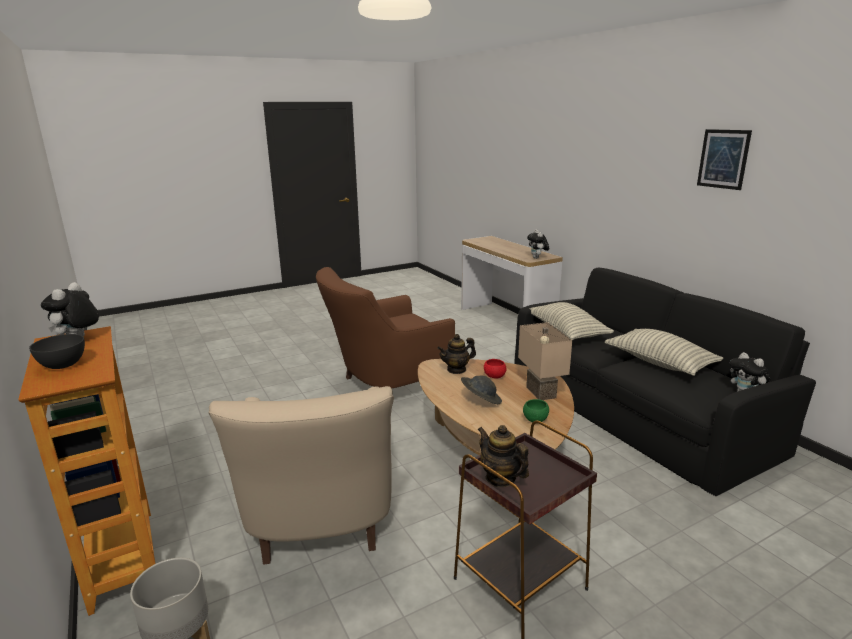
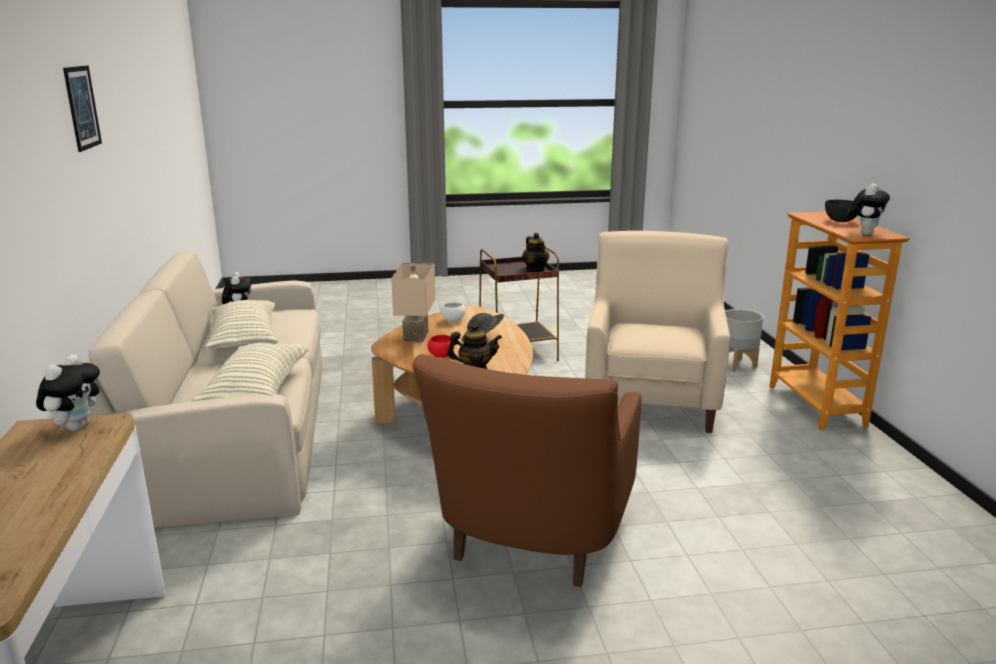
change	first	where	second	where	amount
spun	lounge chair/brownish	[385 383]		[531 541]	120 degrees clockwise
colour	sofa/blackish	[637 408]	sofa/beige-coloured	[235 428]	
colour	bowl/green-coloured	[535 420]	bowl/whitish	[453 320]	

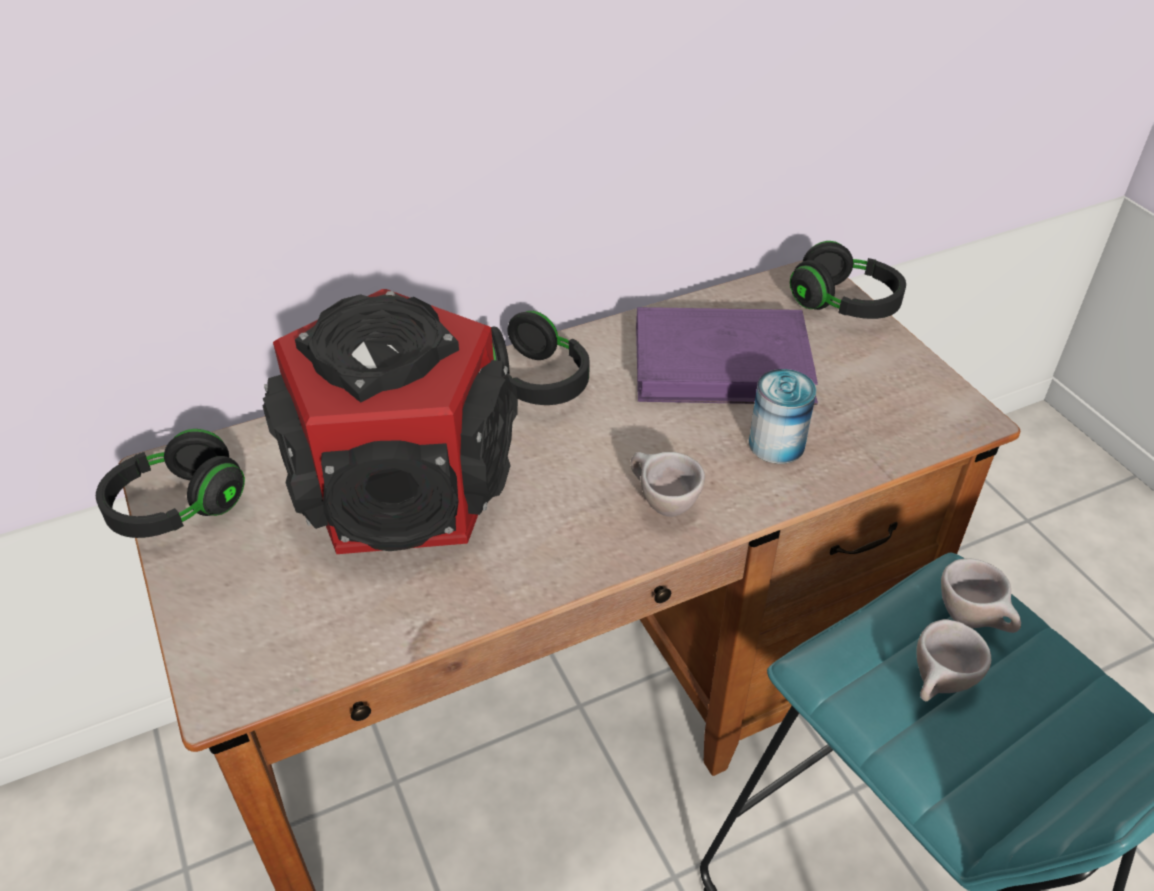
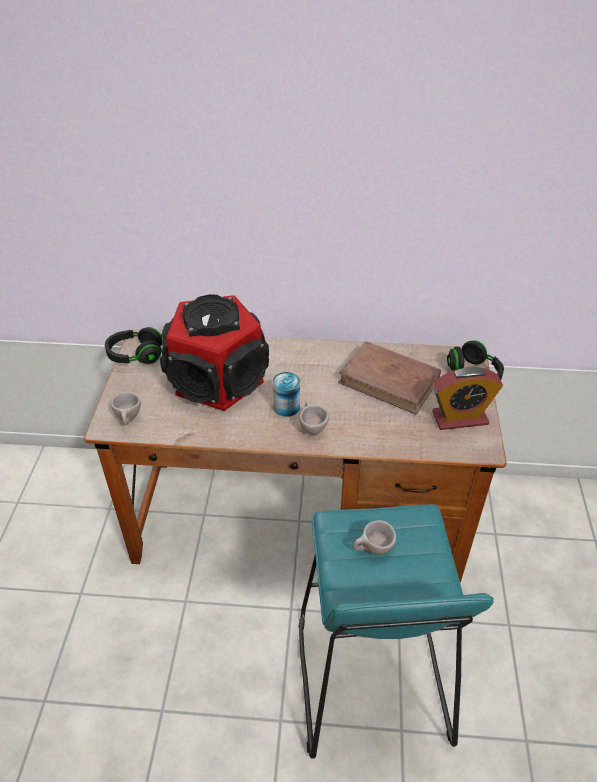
change	first	where	second	where	amount
missing	headset/blackish	[535 382]			
colour	book/purple-coloured	[722 364]	book/brownish	[389 381]	
relocated	metal can	[776 444]		[286 407]	
relocated	small cup/beige-coloured	[973 621]		[129 420]	
appeared			alarm clock	[460 418]	

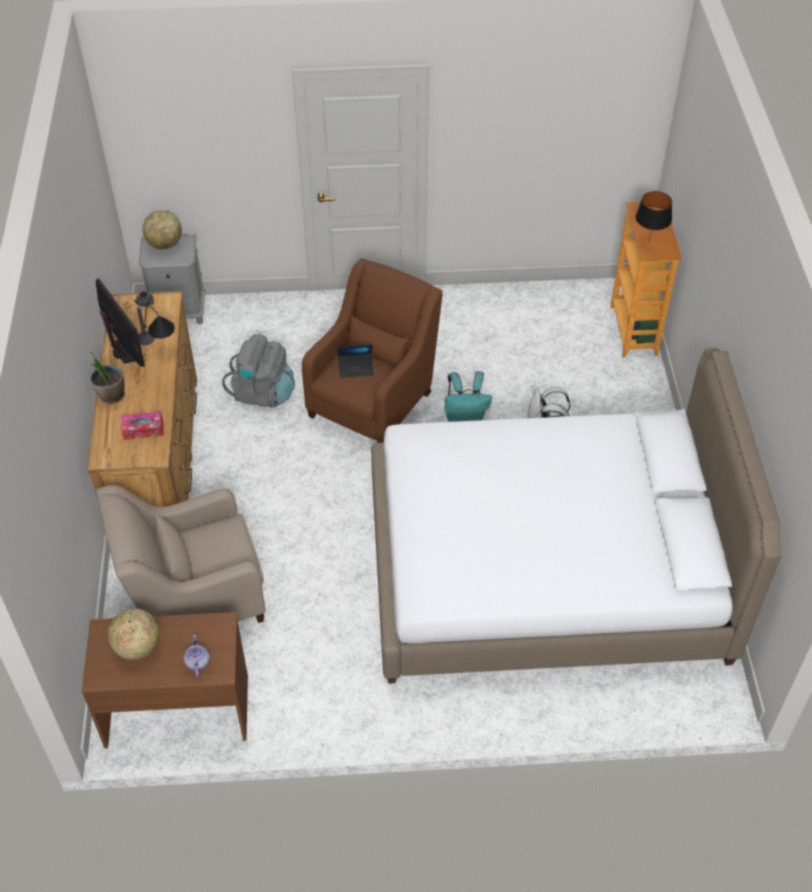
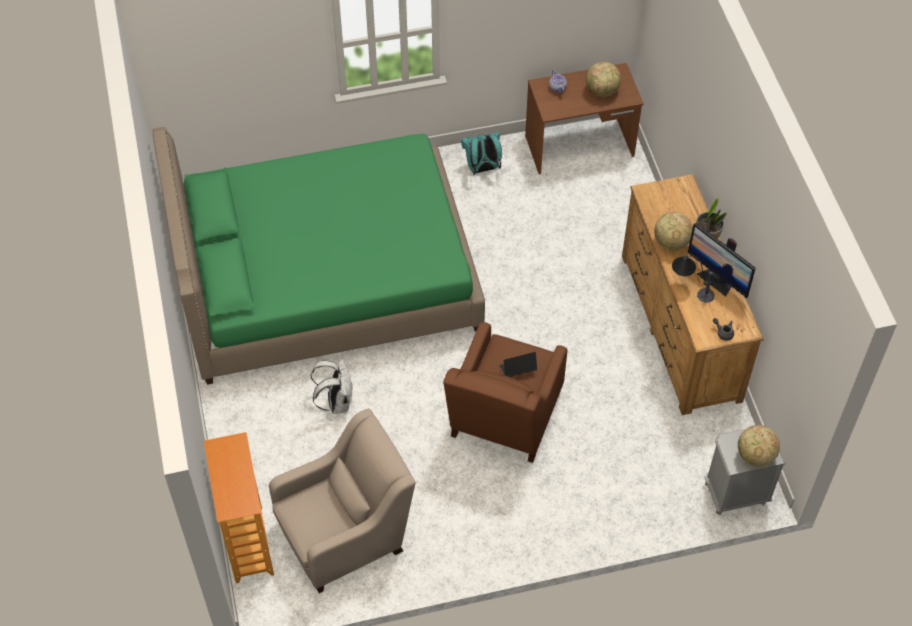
change	first	where	second	where	amount
relocated	lounge chair/beige-coloured	[195 597]		[345 534]	
missing	tissue holder	[143 430]			
missing	rucksack/grey	[263 393]			
colour	sleeping bed/whitish	[545 571]	sleeping bed/green-coloured	[326 279]	
relocated	rucksack/turquoise	[465 420]		[482 169]	
missing	table lamp/blackish	[648 243]			
appeared			world globe	[671 243]	

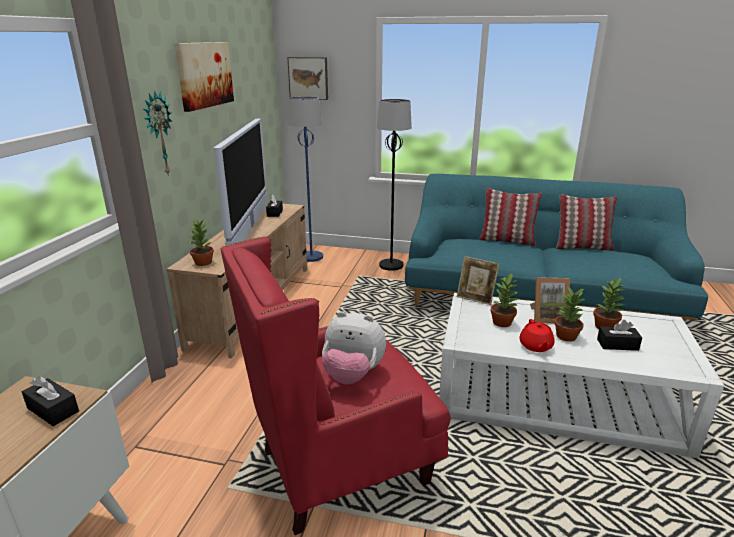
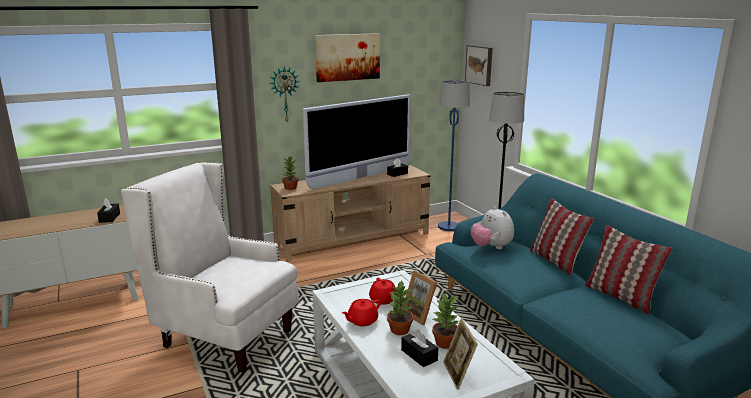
change	first	where	second	where	amount
colour	lounge chair/red-coloured	[341 469]	lounge chair/whitish	[226 338]	
relocated	cuddly toy	[352 375]		[491 247]	
relocated	photo frame	[475 298]		[458 375]	
exchanged	houseplant	[502 322]	tea pot/red-coloured	[383 300]	

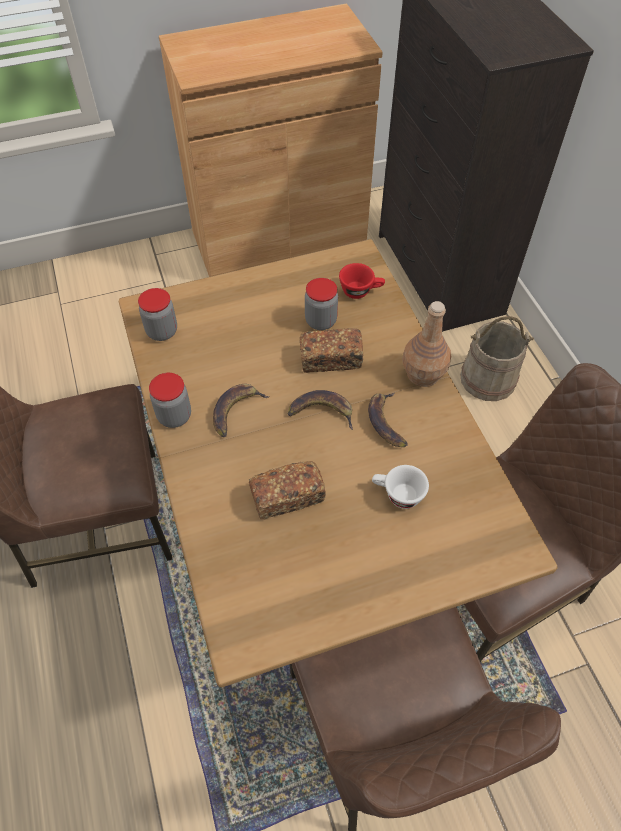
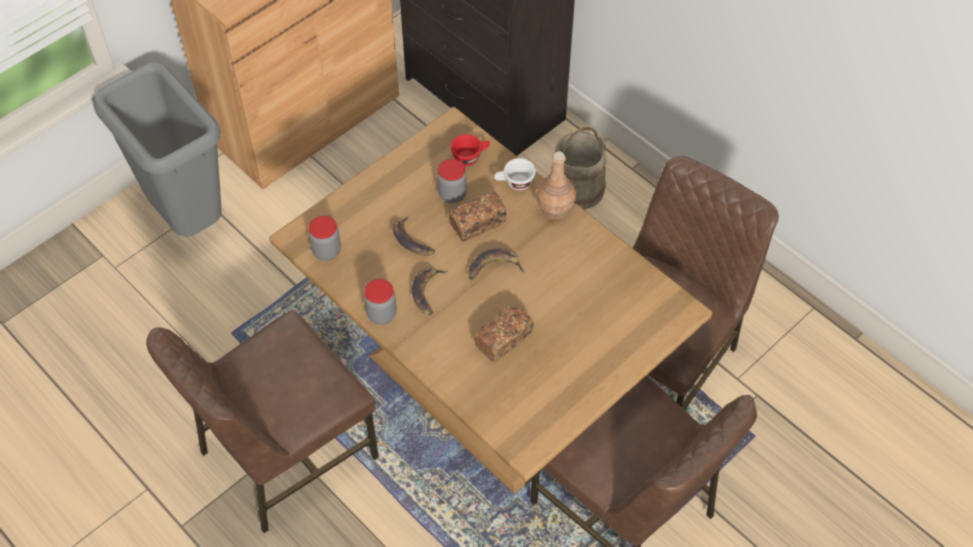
change	first	where	second	where	amount
relocated	whole banana	[386 422]		[411 240]	
relocated	small cup/whitish	[397 495]		[514 183]	
appeared			waste bin/grey	[186 219]	

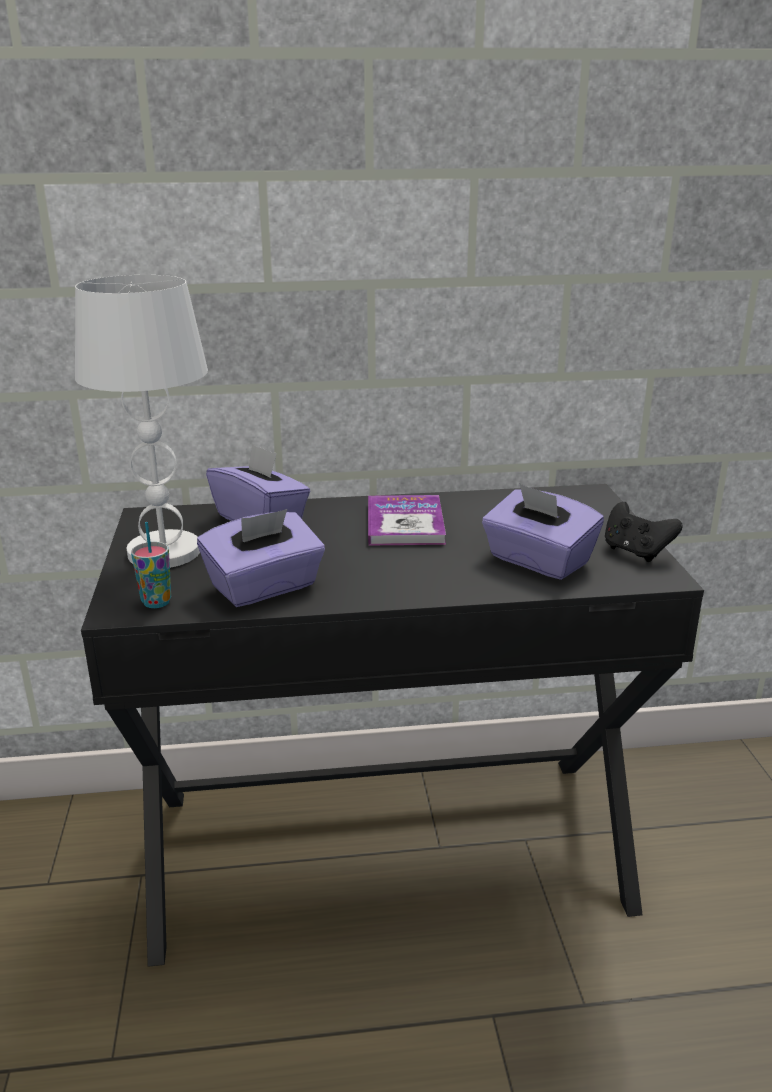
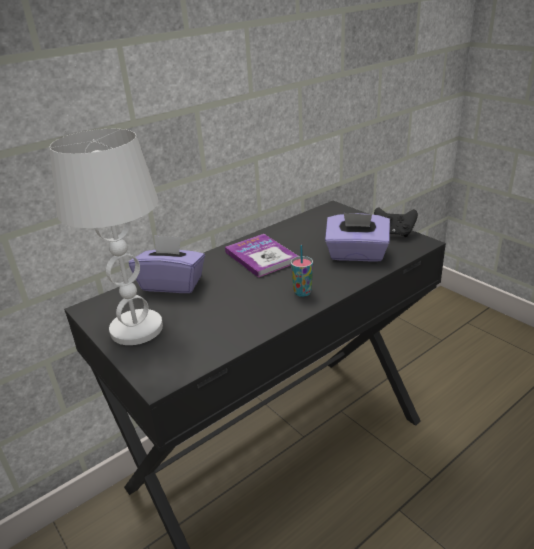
change	first	where	second	where	amount
relocated	small cup	[156 602]		[302 292]	
missing	tissue holder/purple-coloured	[265 587]			

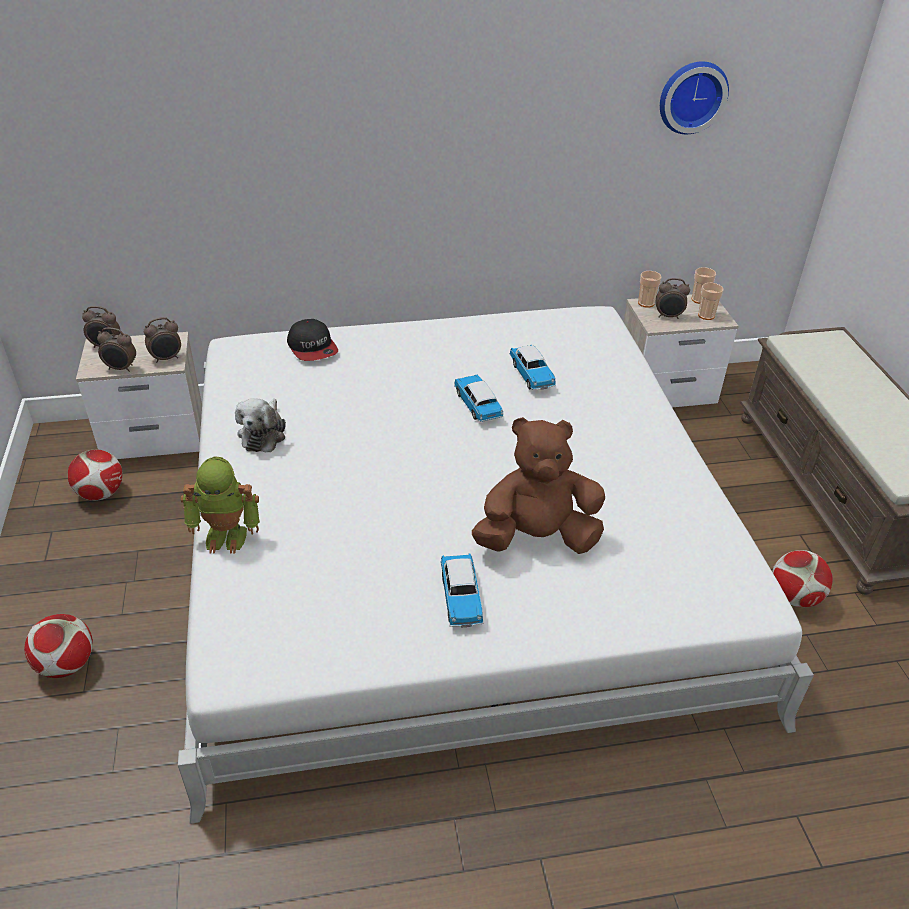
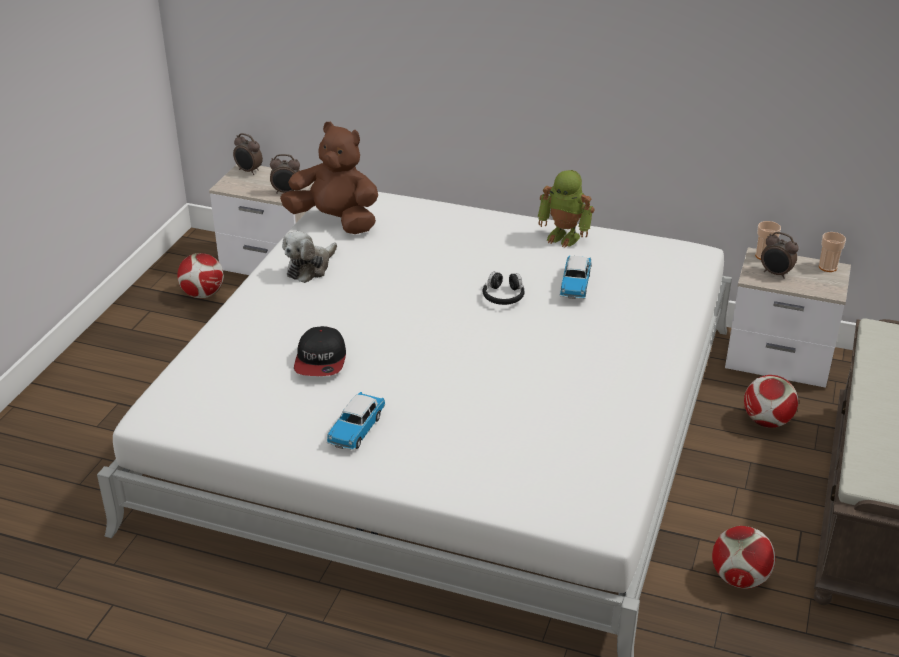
change	first	where	second	where	amount
relocated	football	[66 665]		[766 421]	
missing	alarm clock	[121 368]			
relocated	robot figure	[227 535]		[564 236]	
relocated	peaked cap	[313 348]		[321 360]	
exchanged	miniature car	[477 405]	headset/blackish	[503 296]	
relocated	cuddly toy/brownish	[537 538]		[335 221]	
missing	wall clock	[691 96]			
missing	small cup	[706 315]			

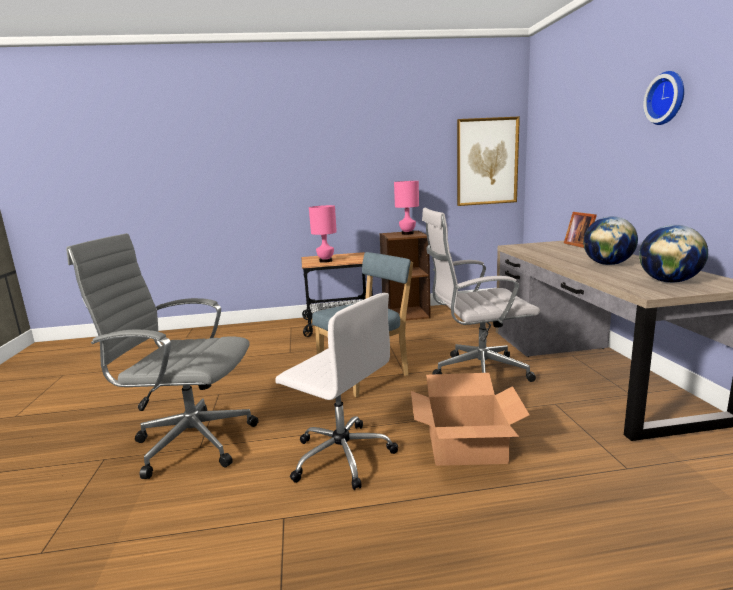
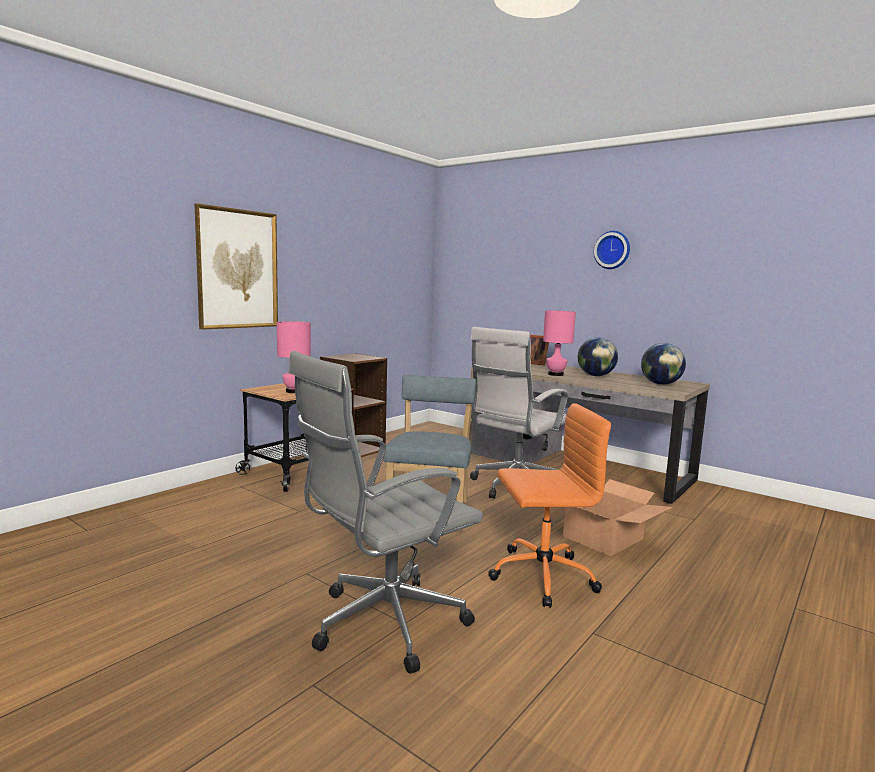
change	first	where	second	where	amount
colour	desk chair/whitish	[341 455]	desk chair/orange	[540 576]	
relocated	table lamp/pink	[408 233]		[555 374]	
relocated	wall art	[487 162]		[237 269]	

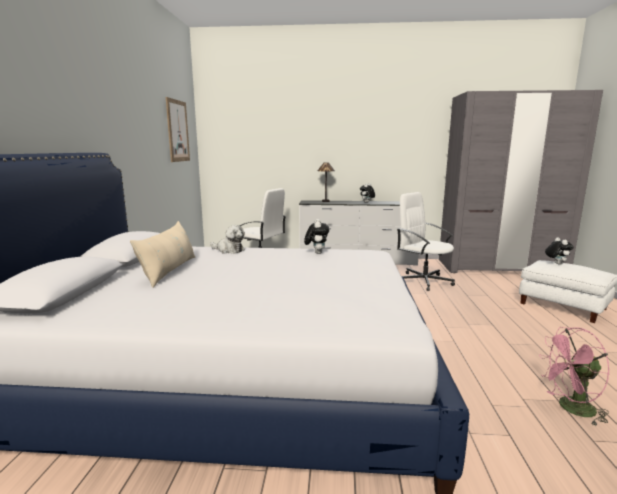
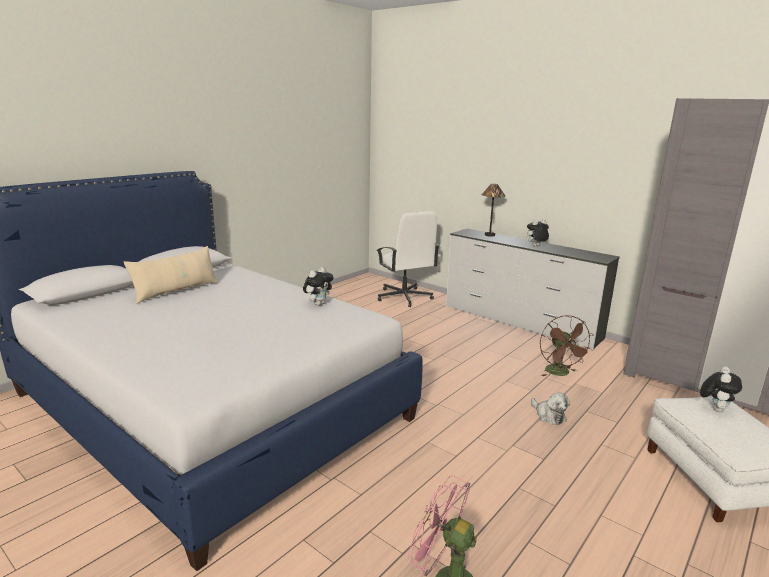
change	first	where	second	where	amount
missing	wall art	[177 131]			
relocated	cuddly toy	[229 250]		[548 415]	
exchanged	desk chair/whitish	[424 281]	cooling fan/brownish	[560 373]	

